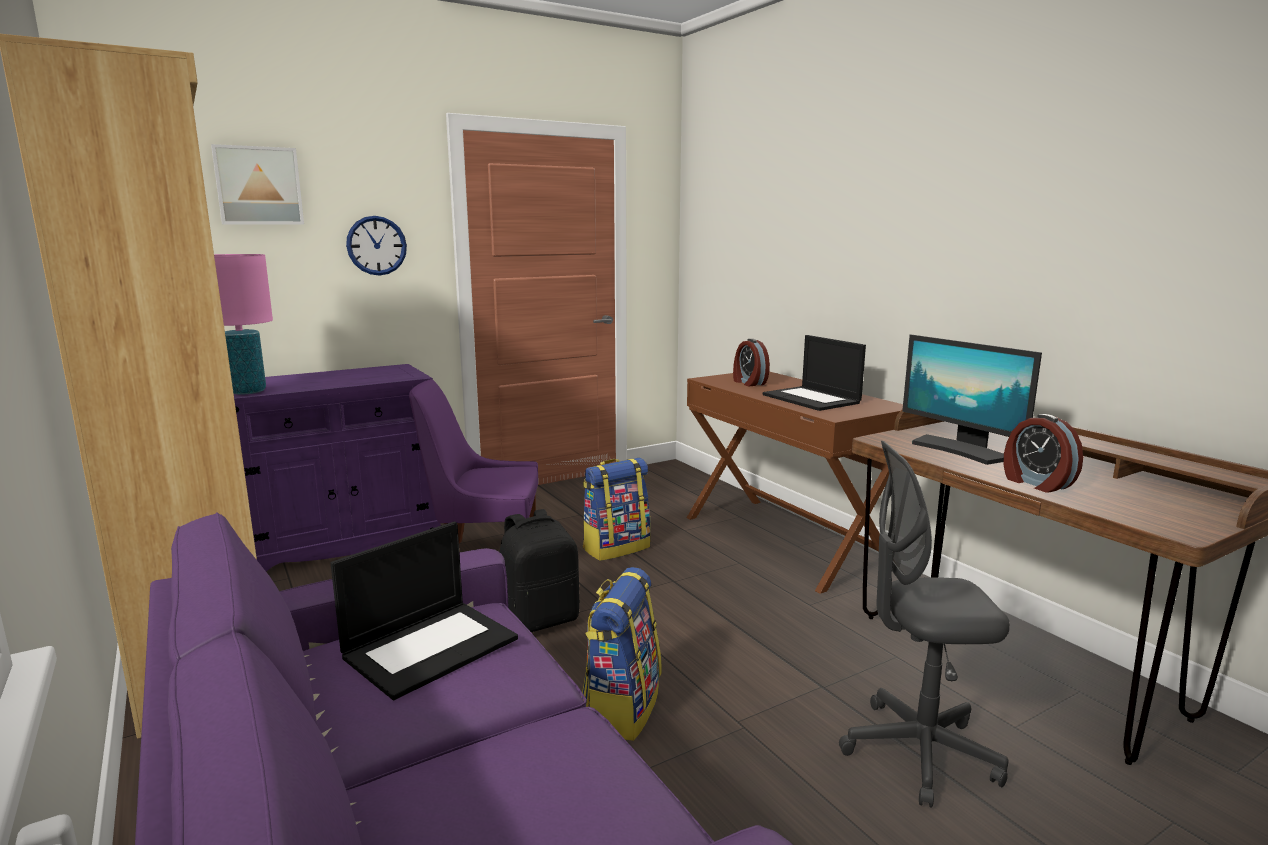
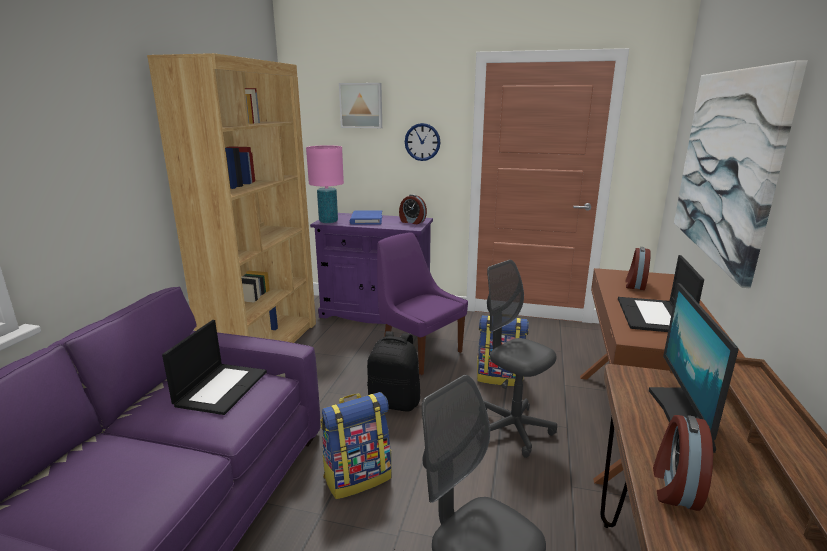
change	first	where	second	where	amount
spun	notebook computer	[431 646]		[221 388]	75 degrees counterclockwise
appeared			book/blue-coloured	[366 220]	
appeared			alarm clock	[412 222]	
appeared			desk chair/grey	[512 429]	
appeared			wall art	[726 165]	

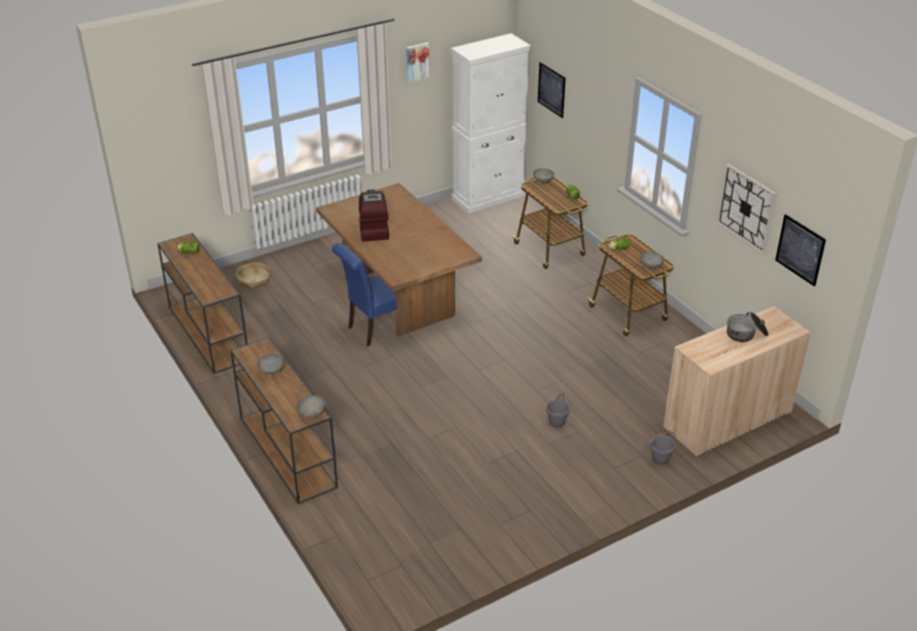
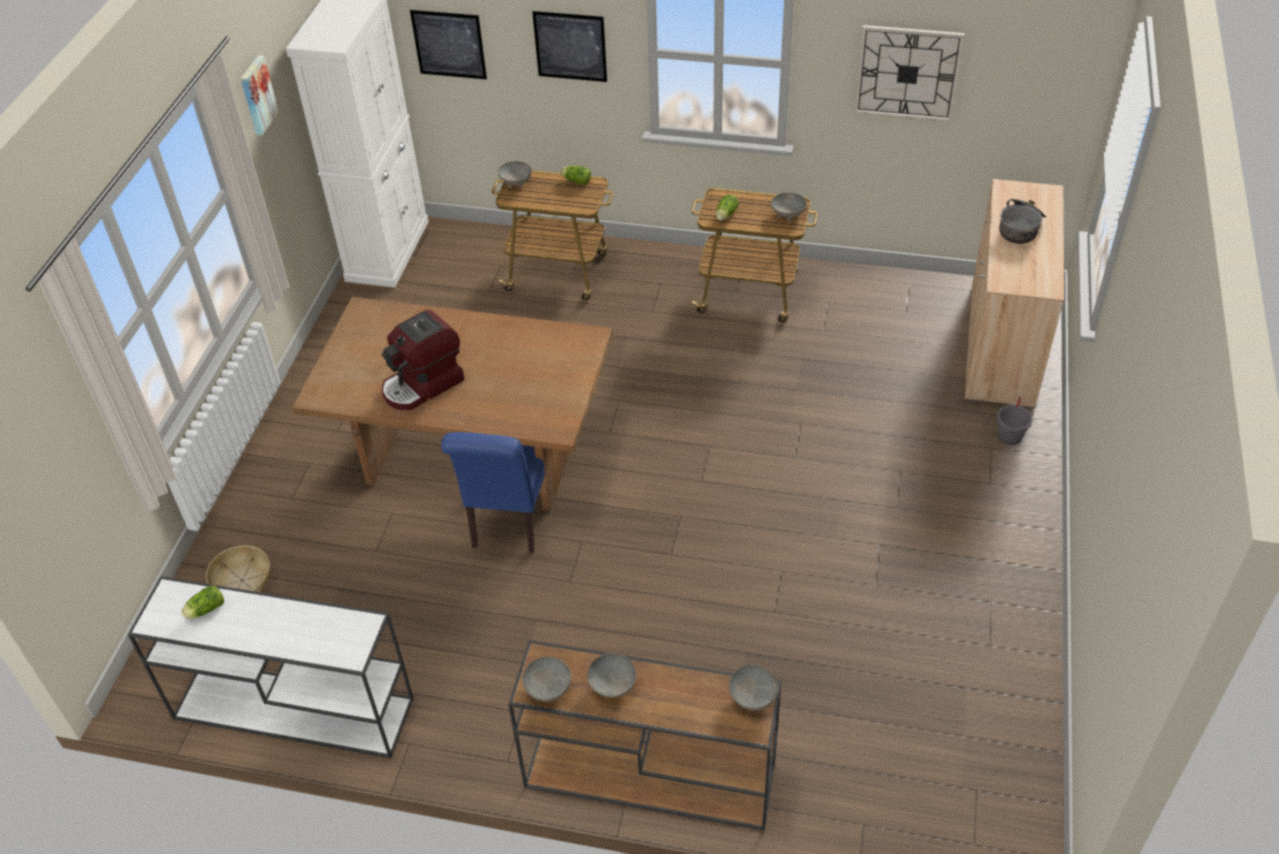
change	first	where	second	where	amount
colour	hall table/brownish	[207 333]	hall table/whitish	[291 708]	
spun	coffee maker	[373 229]		[423 385]	75 degrees counterclockwise
missing	water bucket/grey	[557 422]			
relocated	wall art	[800 250]		[570 46]	
appeared			bowl/grey	[548 690]	

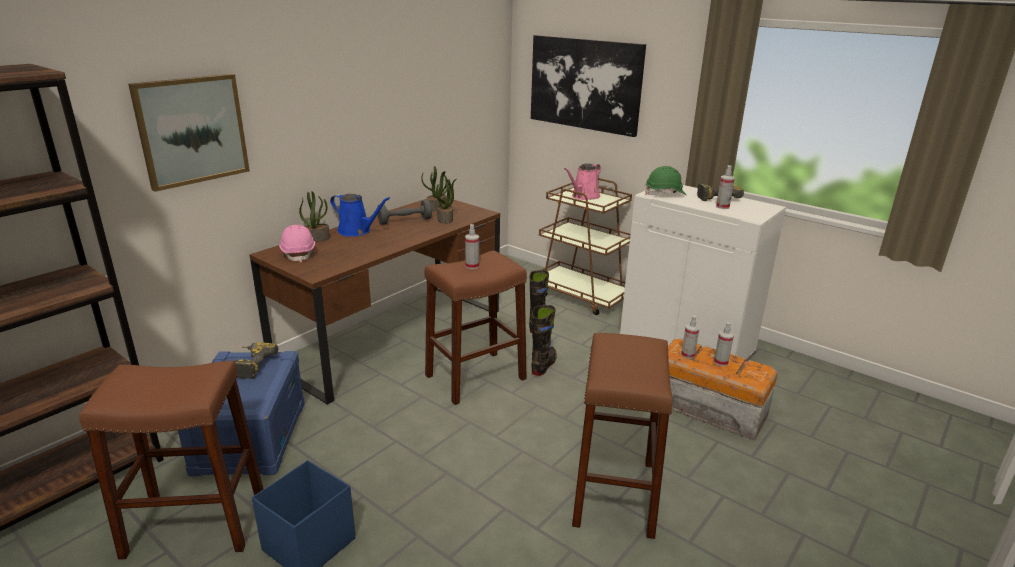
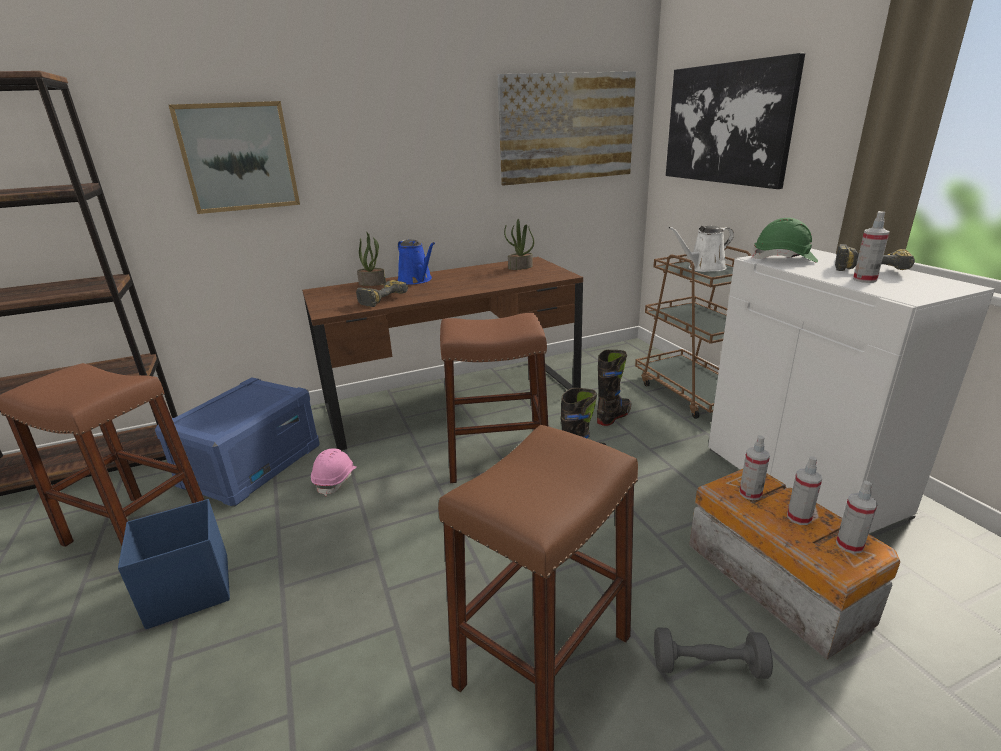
change	first	where	second	where	amount
relocated	power drill	[251 365]		[380 299]	
relocated	work helmet/pink	[299 253]		[336 479]	
relocated	dumbbell/grey	[405 221]		[708 666]	
missing	houseplant	[445 219]			
relocated	hand sprayer	[472 266]		[849 545]	
colour	sprinkling can/pink	[584 196]	sprinkling can/whitish	[703 268]	
appeared			wall art	[567 128]	

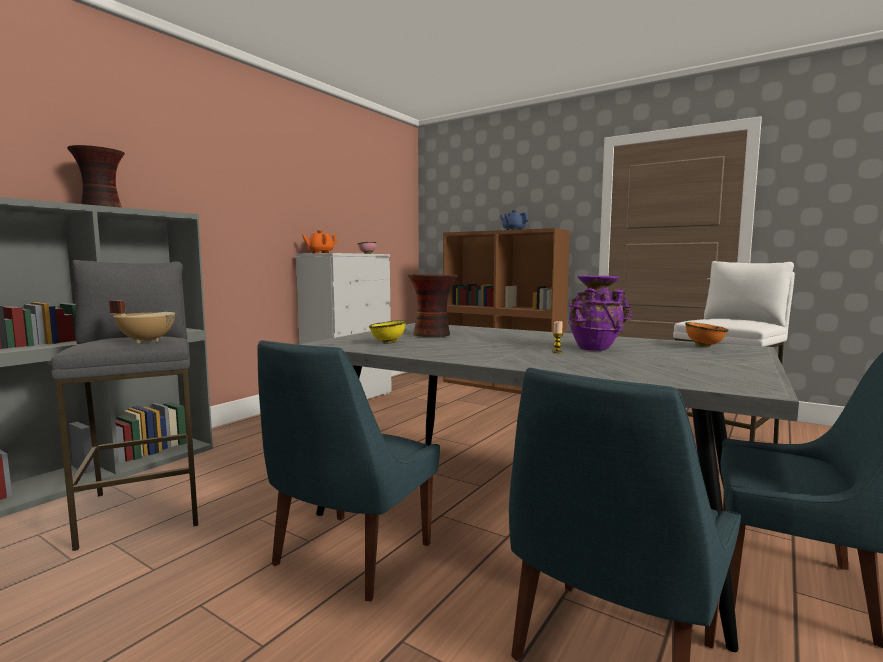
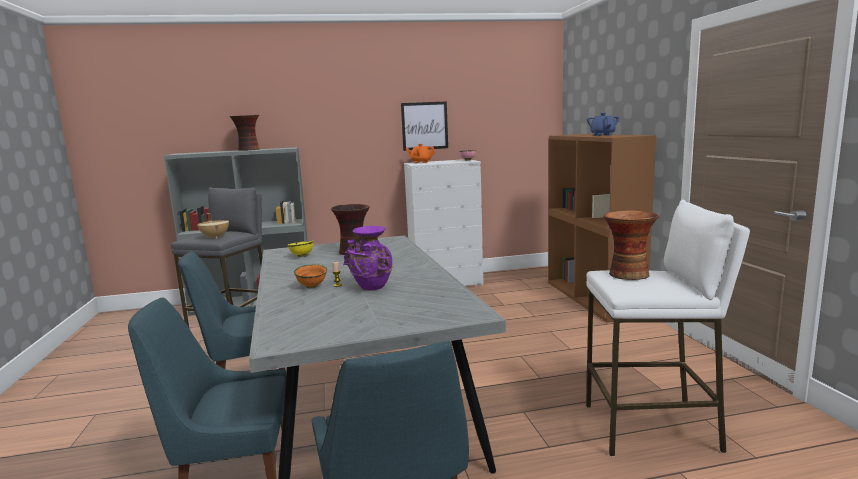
change	first	where	second	where	amount
relocated	bowl/orange	[704 346]		[312 286]	
appeared			wall art	[424 126]	
appeared			decorative vase	[627 274]	

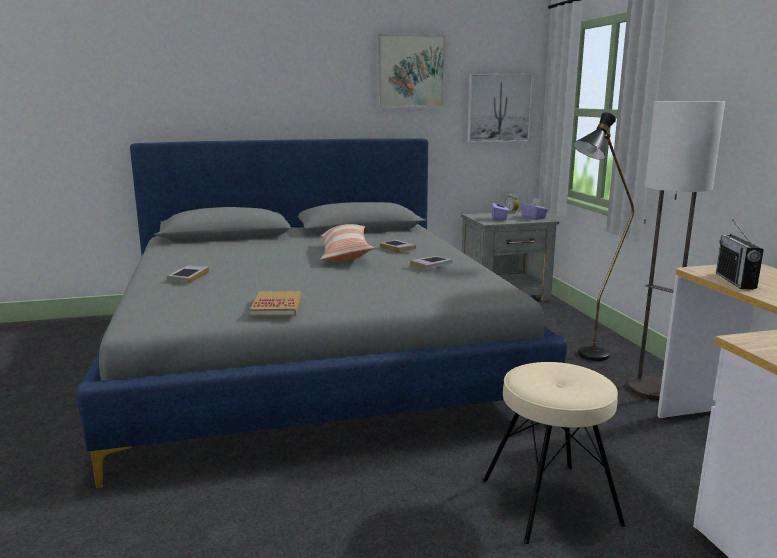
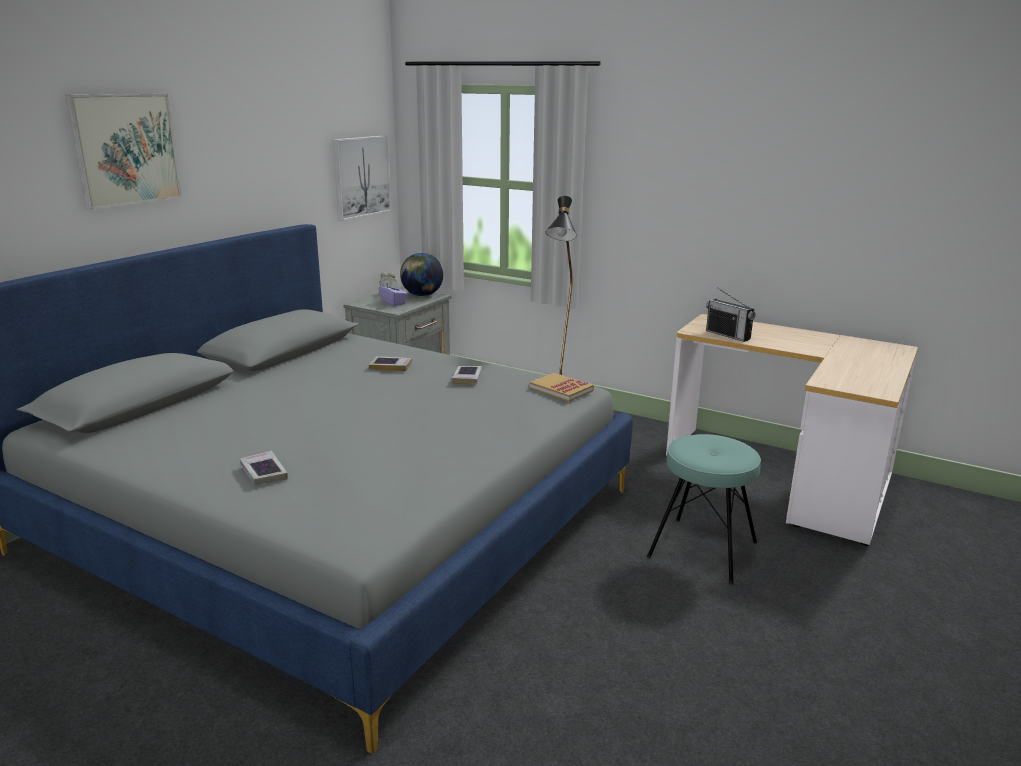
change	first	where	second	where	amount
relocated	book	[277 307]		[561 389]	
missing	cushion	[345 253]			
relocated	wall art	[410 71]		[126 149]	
colour	sitting stool/beige-coloured	[550 502]	sitting stool/turquoise	[702 549]	
exchanged	tissue holder/purple-coloured	[533 217]	world globe	[422 295]	
missing	standard lamp	[653 389]			

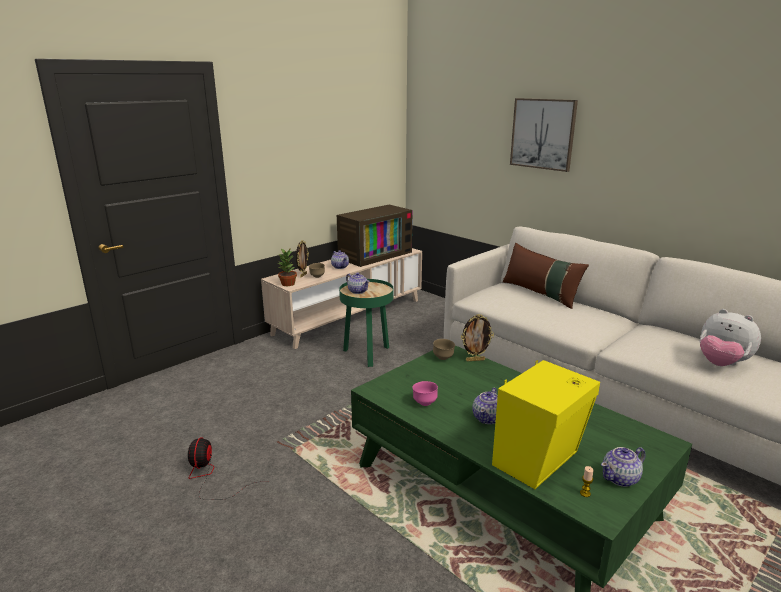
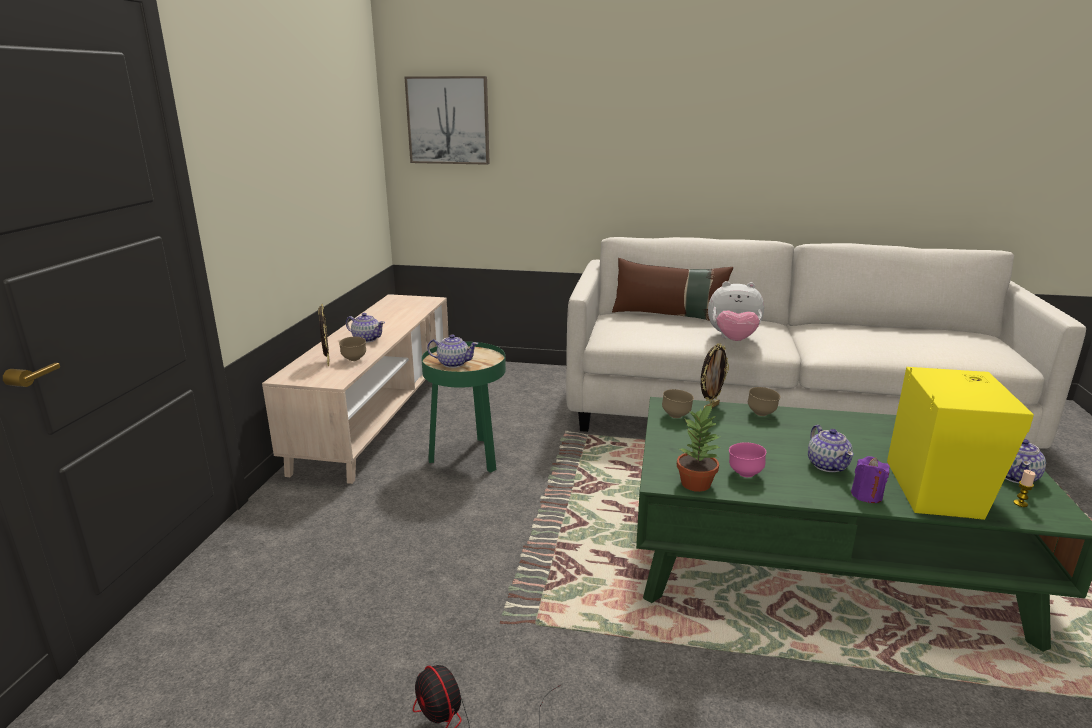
change	first	where	second	where	amount
relocated	houseplant	[288 284]		[696 484]	
missing	TV	[374 254]			
relocated	wall art	[543 134]		[448 120]	
relocated	cuddly toy	[721 364]		[733 340]	
appeared			bowl/brownish	[761 414]	
appeared			candle/purple-coloured	[866 495]	

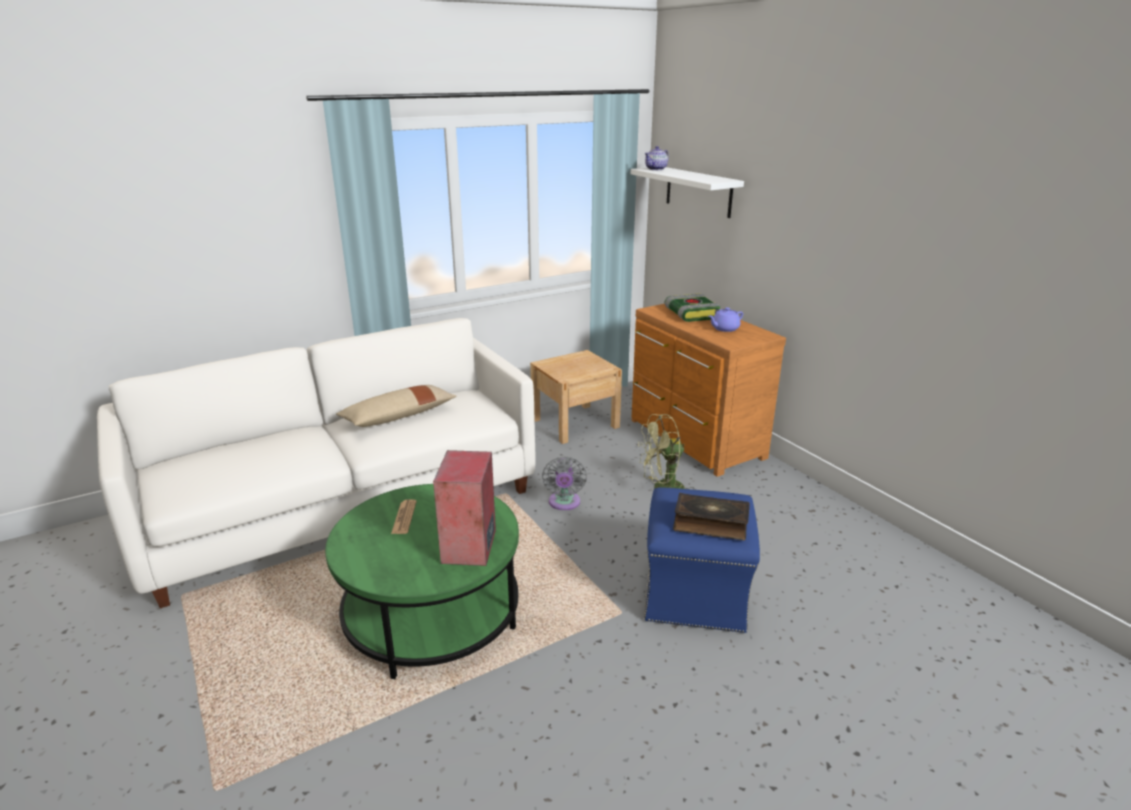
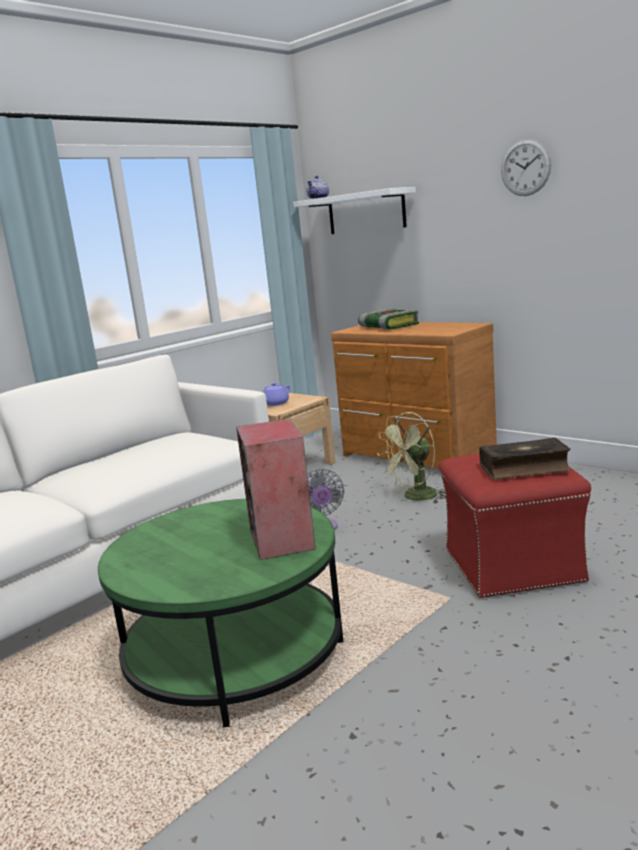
change	first	where	second	where	amount
missing	cushion/beige-coloured	[398 416]			
missing	newspaper	[404 517]			
colour	ottoman/blue-coloured	[695 593]	ottoman/red-coloured	[512 565]	
relocated	tea pot/purple-coloured	[724 329]		[275 403]	
appeared			wall clock	[525 168]	

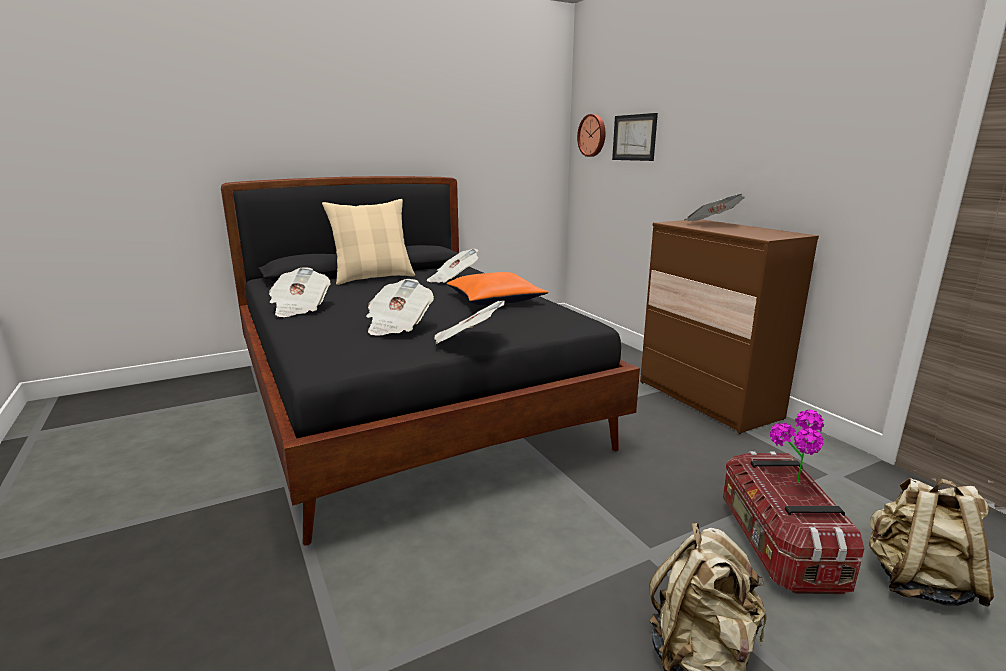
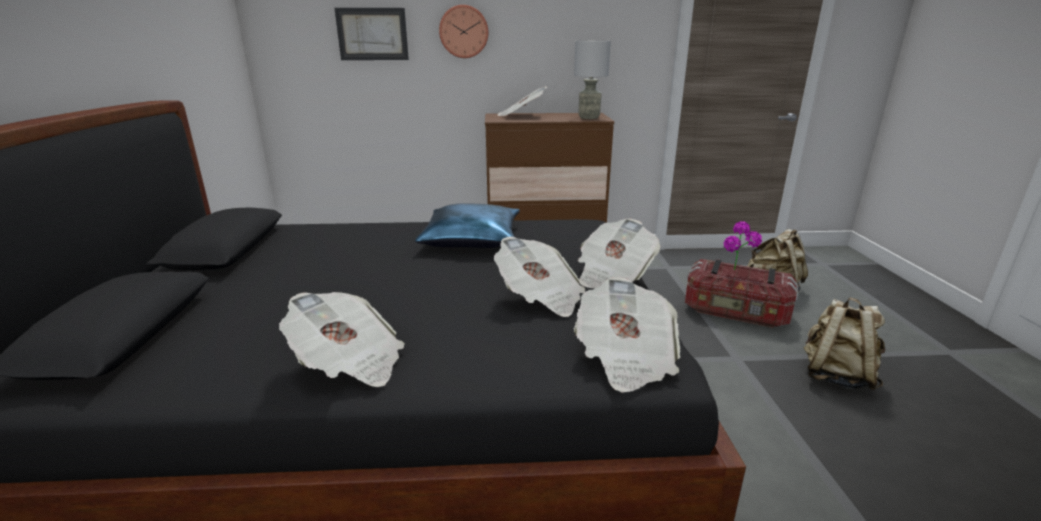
change	first	where	second	where	amount
missing	cushion/beige-coloured	[373 278]			
relocated	newspaper	[453 280]		[625 358]	
colour	cushion/orange	[495 300]	cushion/blue-coloured	[472 238]	
relocated	wall clock	[593 135]		[464 31]	
appeared			table lamp/grey	[589 117]	

